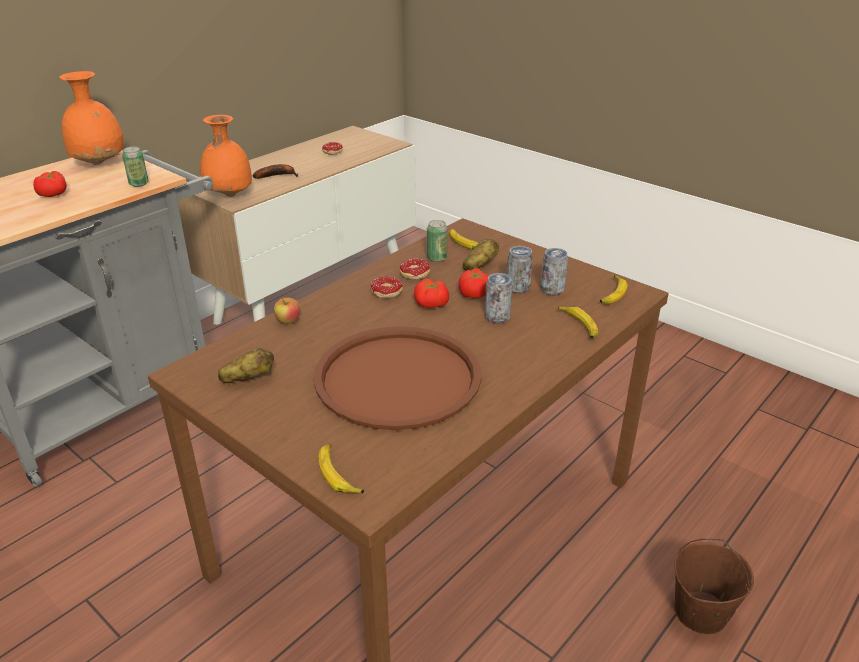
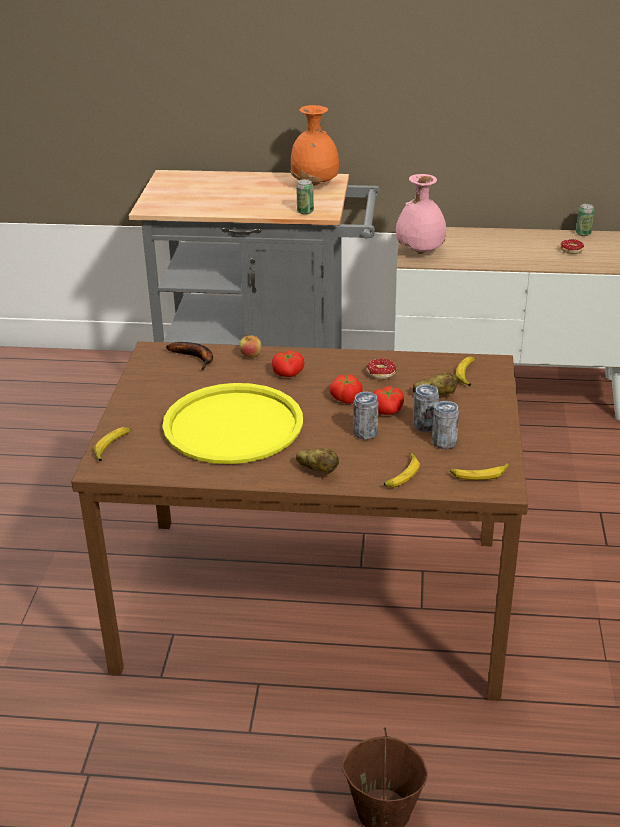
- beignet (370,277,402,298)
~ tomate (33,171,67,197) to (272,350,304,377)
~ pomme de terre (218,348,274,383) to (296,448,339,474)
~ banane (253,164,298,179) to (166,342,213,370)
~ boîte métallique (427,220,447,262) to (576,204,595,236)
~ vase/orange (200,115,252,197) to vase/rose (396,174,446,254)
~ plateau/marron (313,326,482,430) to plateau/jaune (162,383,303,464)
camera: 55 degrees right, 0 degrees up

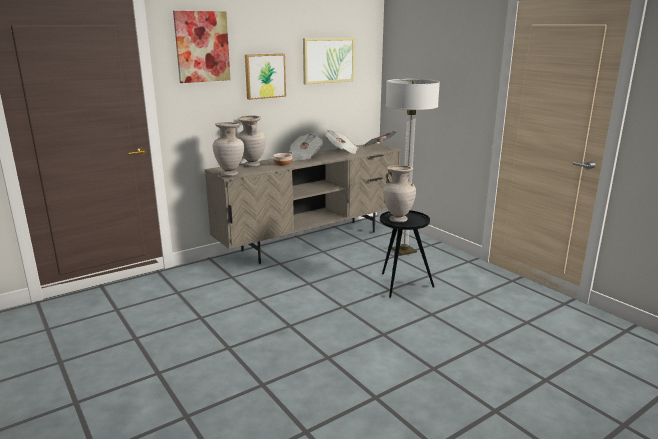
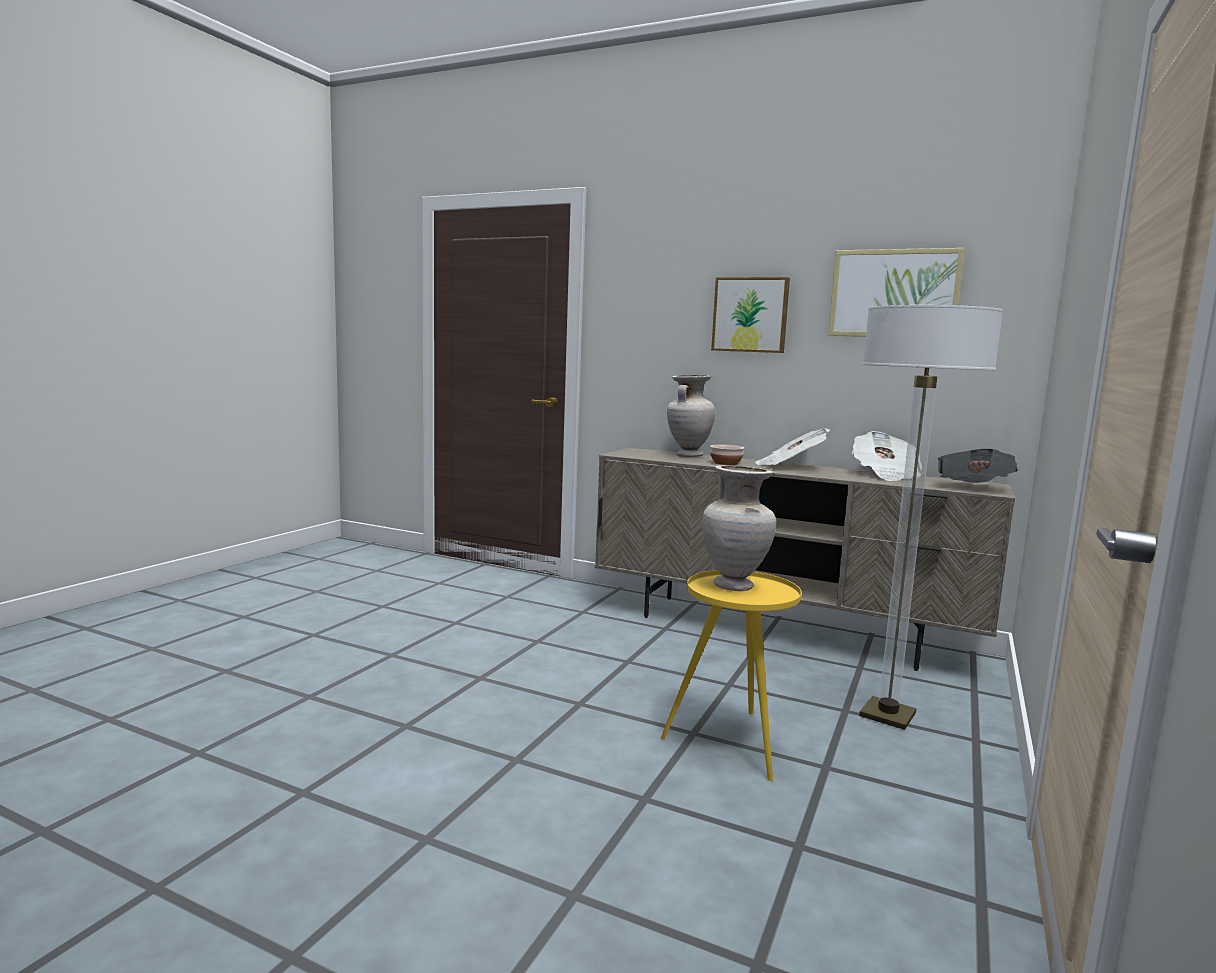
- tableau (173,11,231,83)
- vase/beige (213,122,244,176)
~ table d'appoint/noir (380,210,435,298) to table d'appoint/jaune (661,570,802,781)
camera: 60 degrees right, 10 degrees down

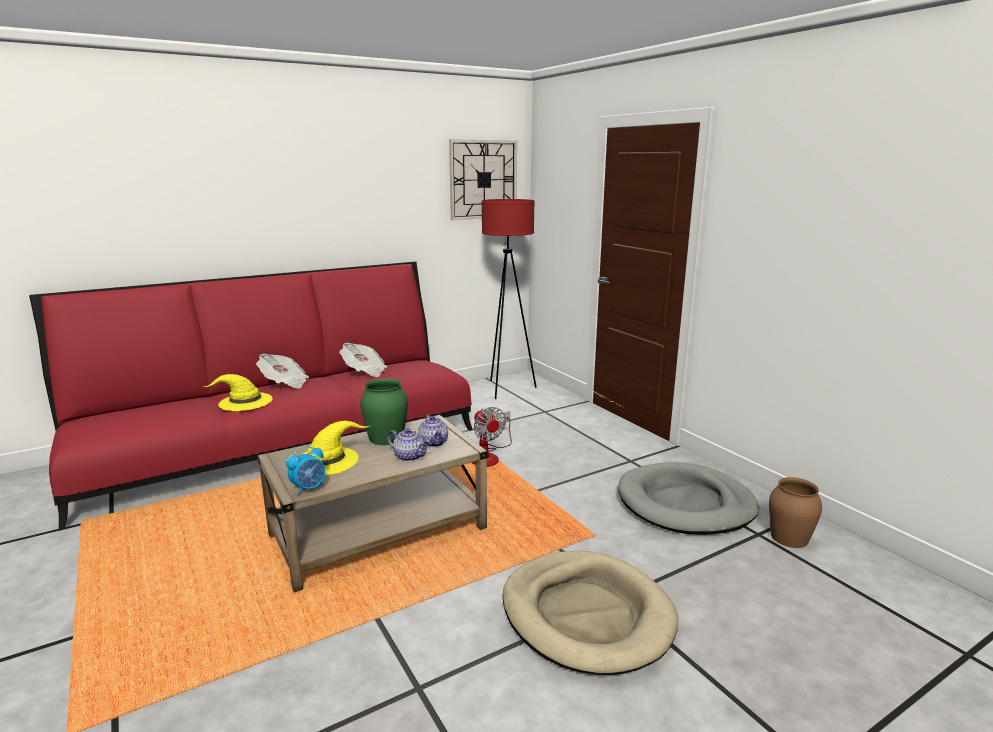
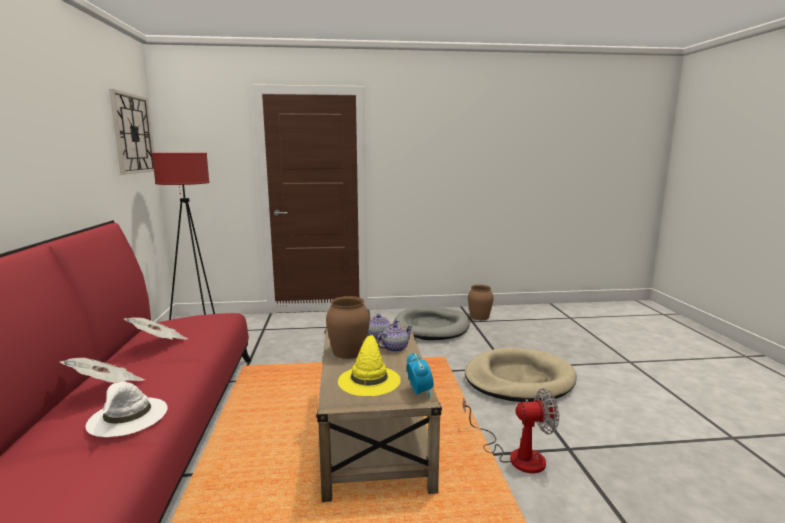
~ ventilateur (473,407,512,467) to (463,388,559,473)
~ chapeau/jaune (203,374,273,411) to chapeau/blanc (85,382,168,437)
~ vase/vert (360,378,408,445) to vase/marron (326,296,370,359)
camera: 65 degrees left, 5 degrees down

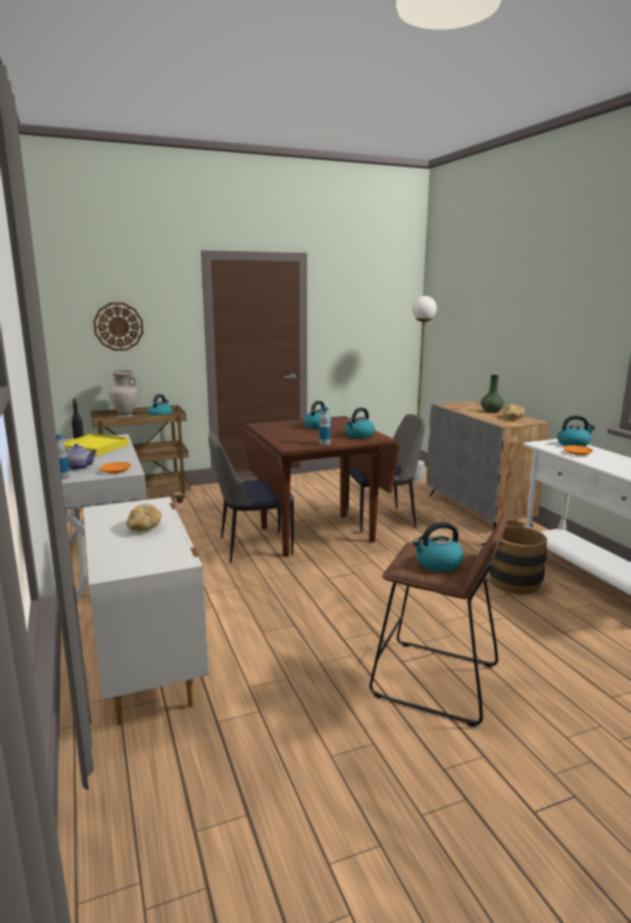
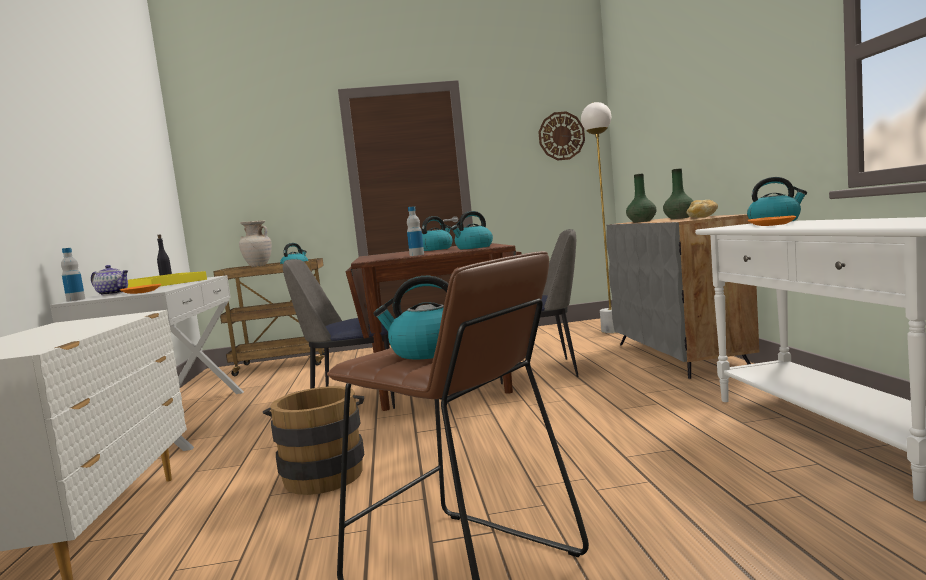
- pain (126,504,162,531)
+ vase/vert (626,174,657,223)
~ horloge murale (93,303,144,351) to (538,111,585,160)
~ seau/marron (481,526,547,594) to (263,386,364,495)
camera: 15 degrees right, 10 degrees down

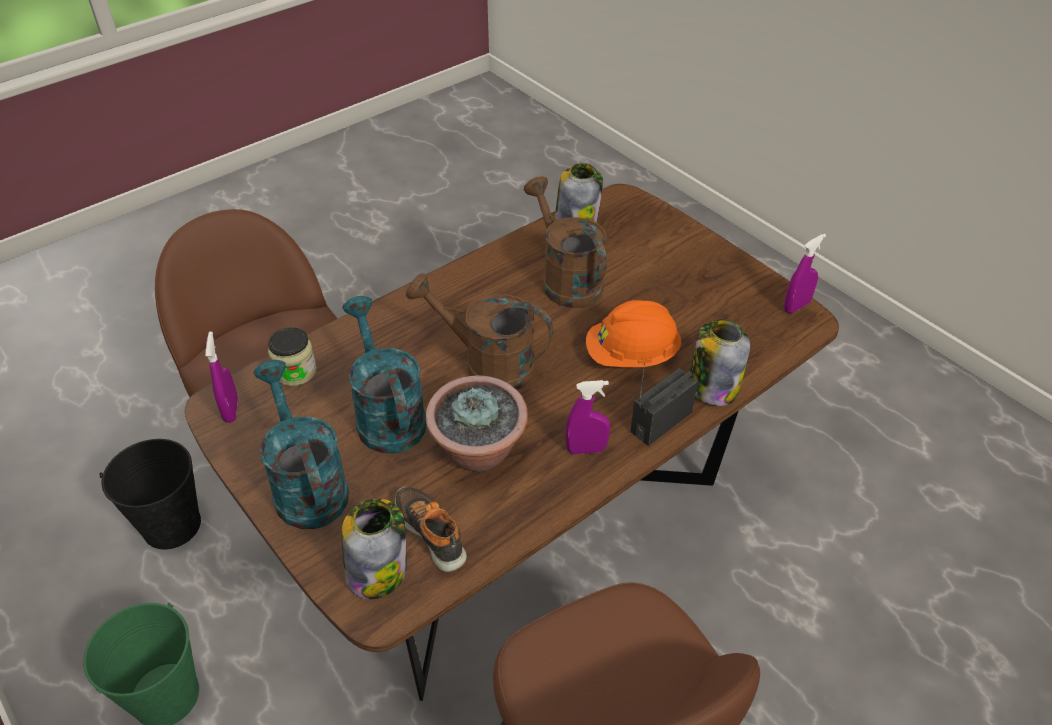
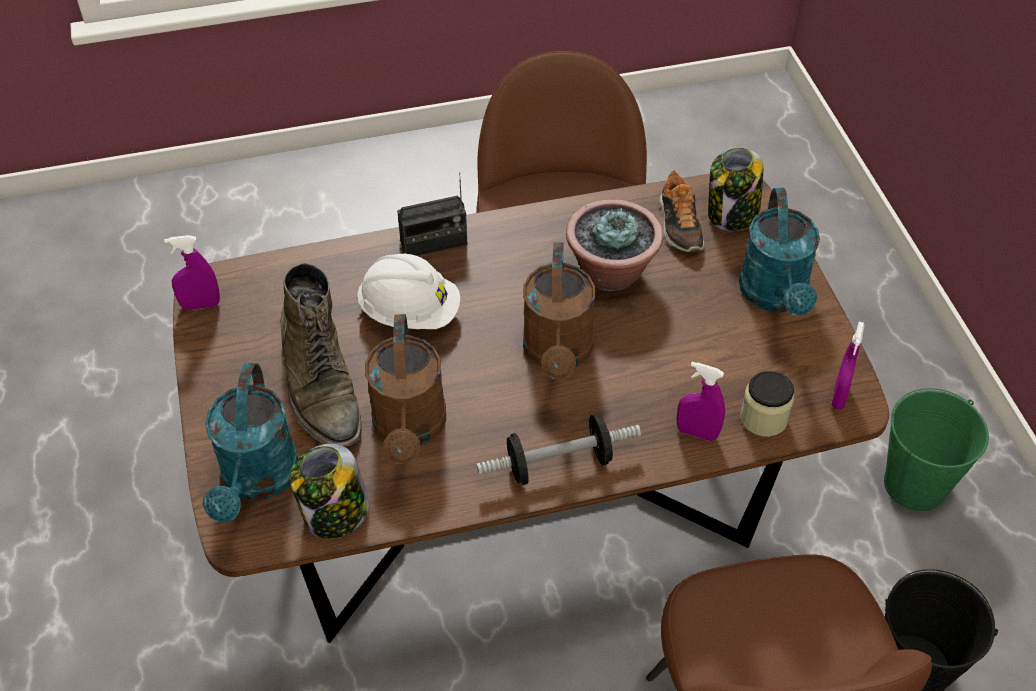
- bocal (690,319,750,406)
+ botte/vert (281,263,362,447)
+ haltère (476,414,641,485)
~ arrosoir/turquoise (342,296,426,454) to (203,363,298,522)
~ vaporisateur/violet (565,380,610,454) to (677,362,725,441)
~ casque de chantier/orange (586,300,682,367) to casque de chantier/blanc (357,254,460,329)
~ arrosoir/marron (406,274,553,390) = (523,242,595,380) 45 degrees clockwise
camera: 155 degrees left, 5 degrees up

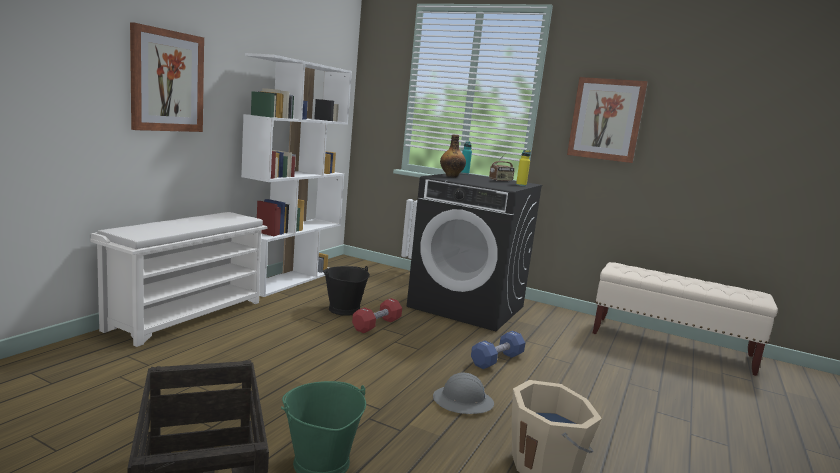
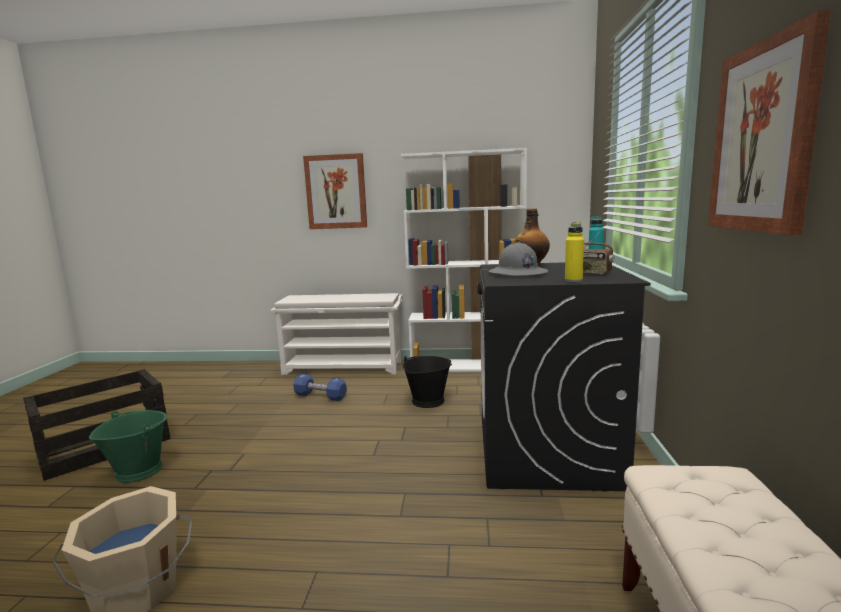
- haltère/rouge (352,298,402,333)
~ casque de chantier/gris (433,373,494,414) to (489,242,548,276)
~ haltère/bleu (471,331,525,369) to (293,374,347,401)
camera: 70 degrees right, 0 degrees up

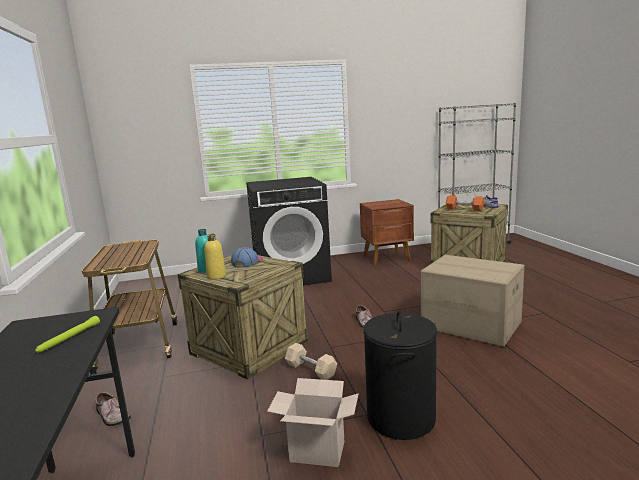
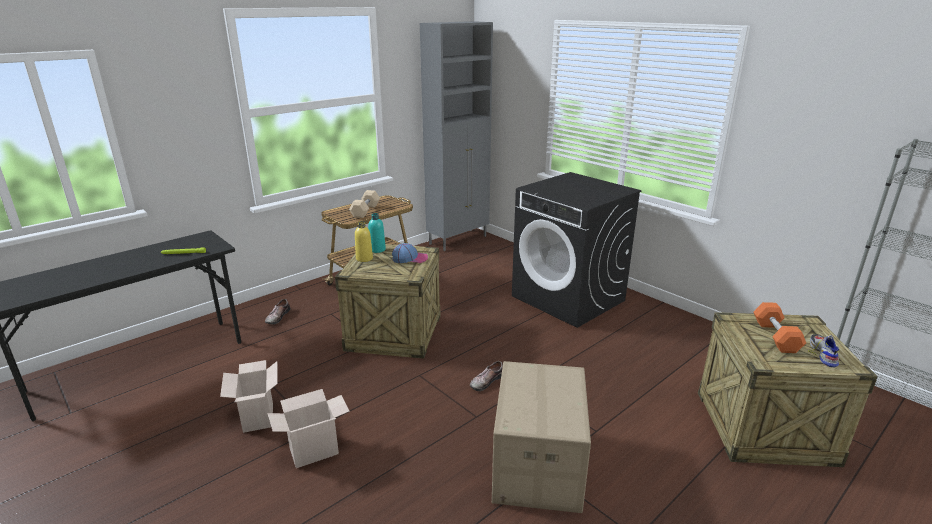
- table de chevet/marron (360,199,414,266)
+ meuble de rangement/gris (420,21,493,251)
~ haltère/beige (285,343,337,380) to (349,190,380,218)
~ panier à linge/noir (364,311,437,440) to carton (267,389,349,468)
camera: 60 degrees right, 10 degrees up

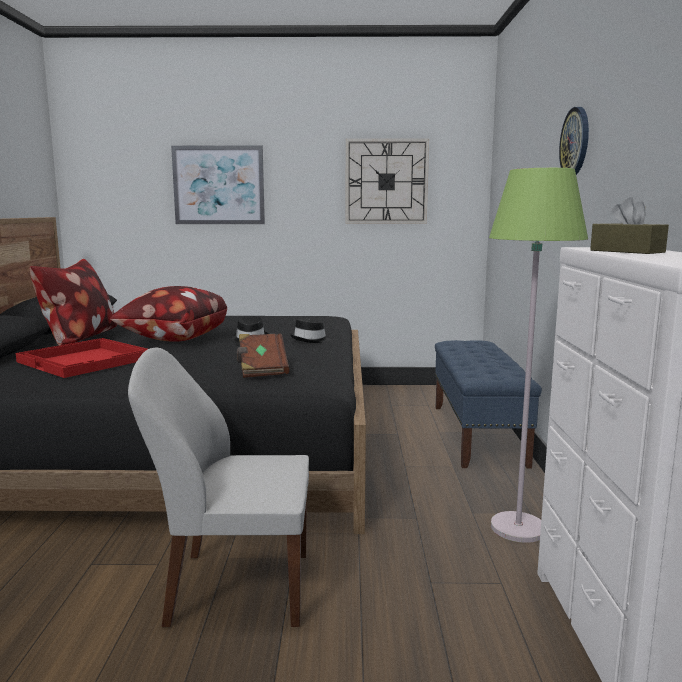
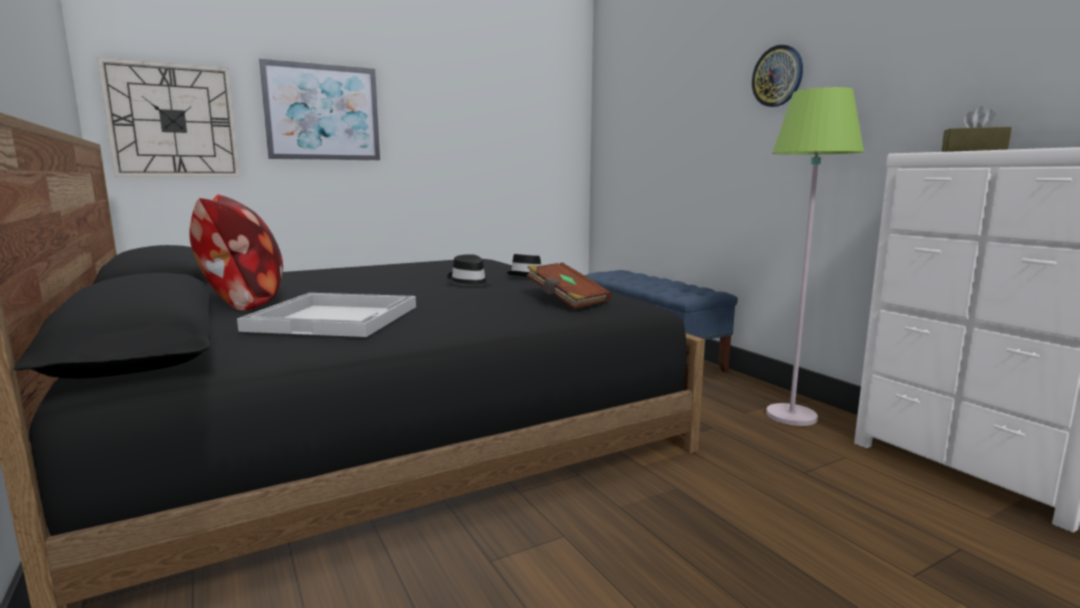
- coussin (110,286,227,342)
- chaise/blanc (128,348,309,627)
~ horloge murale (346,139,429,224) to (97,57,240,177)
~ plateau/rouge (16,338,148,378) to plateau/blanc (237,293,416,337)
camera: 30 degrees left, 0 degrees up

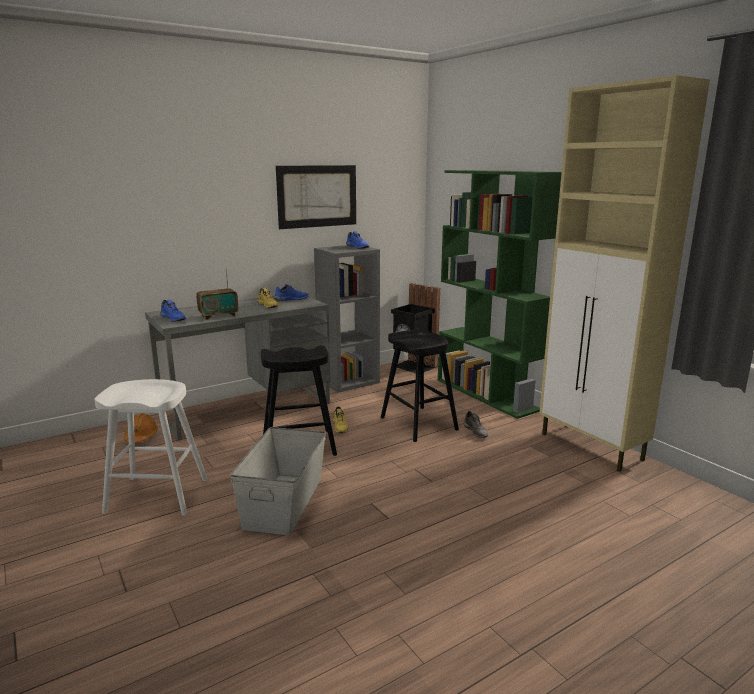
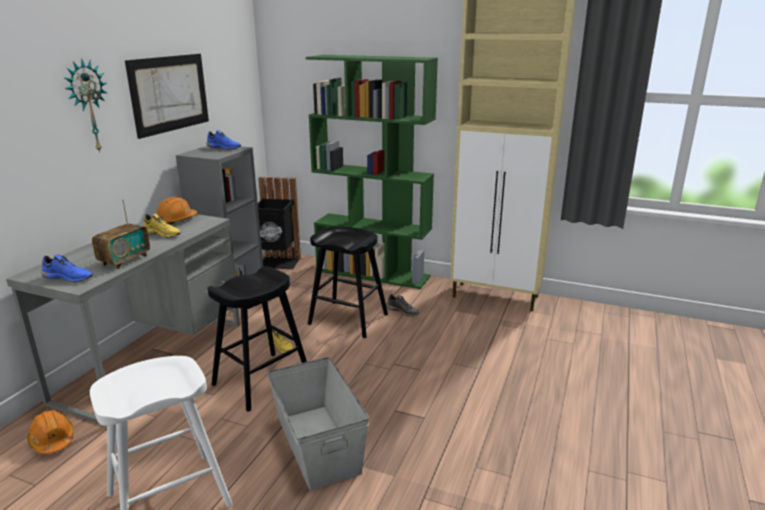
+ horloge murale (65,58,107,153)
~ chaussure/bleu (274,284,309,301) to casque de chantier/orange (157,197,197,225)
camera: 35 degrees left, 5 degrees up

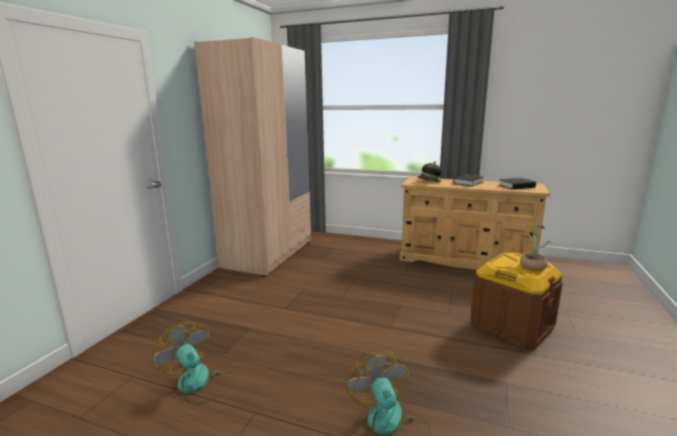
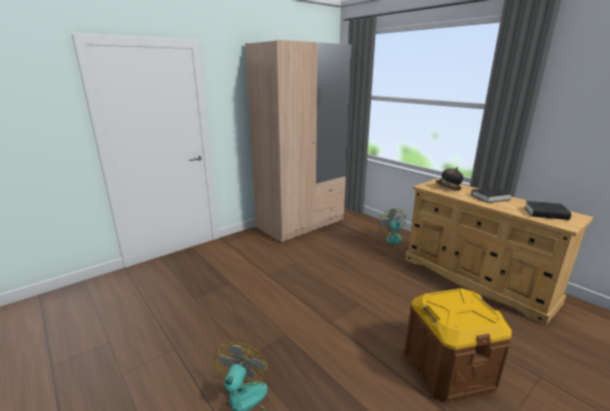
- plante en pot (520,222,553,271)
~ ventilateur (152,322,234,405) to (378,209,409,250)
camera: 30 degrees right, 5 degrees up

